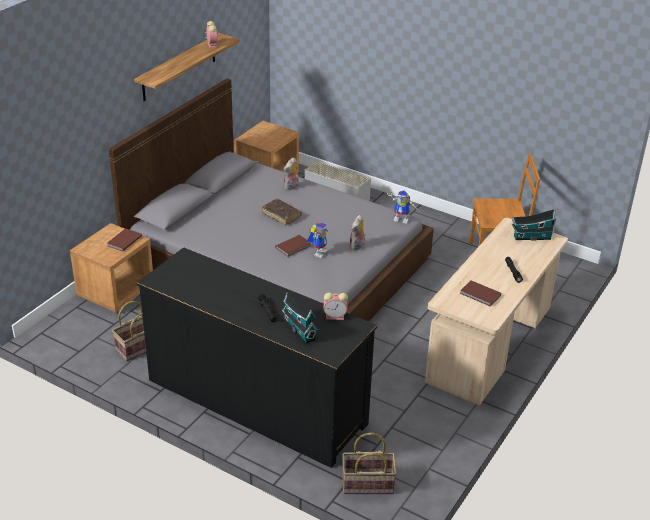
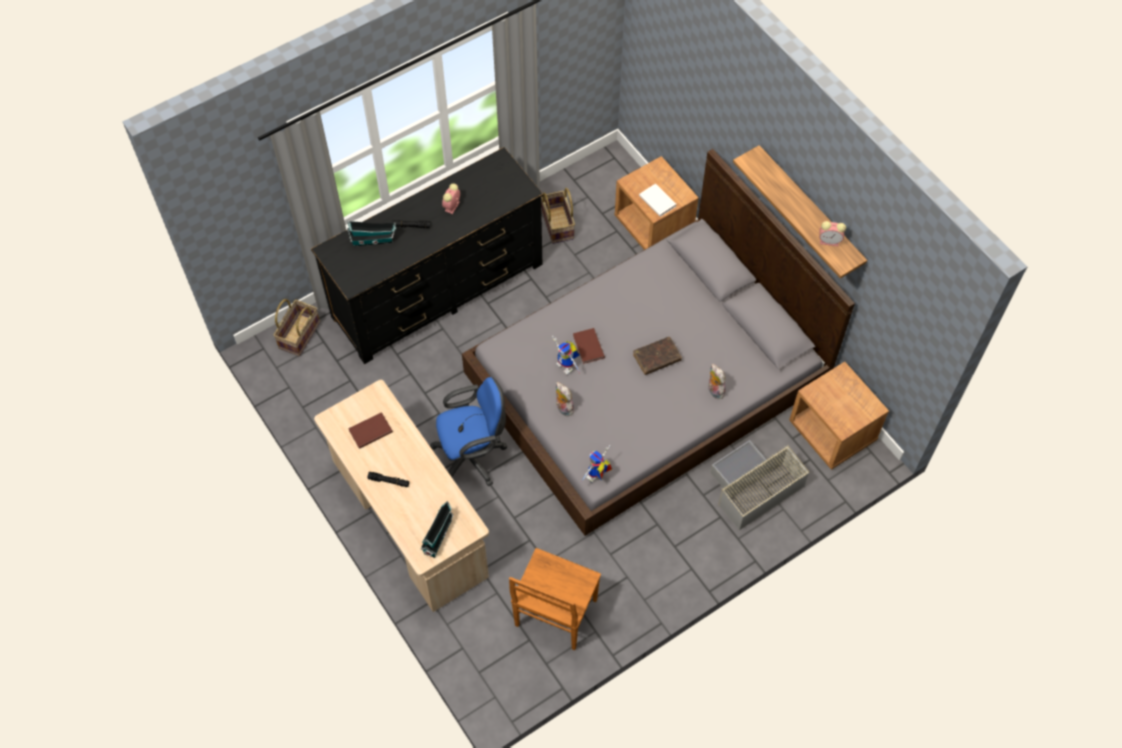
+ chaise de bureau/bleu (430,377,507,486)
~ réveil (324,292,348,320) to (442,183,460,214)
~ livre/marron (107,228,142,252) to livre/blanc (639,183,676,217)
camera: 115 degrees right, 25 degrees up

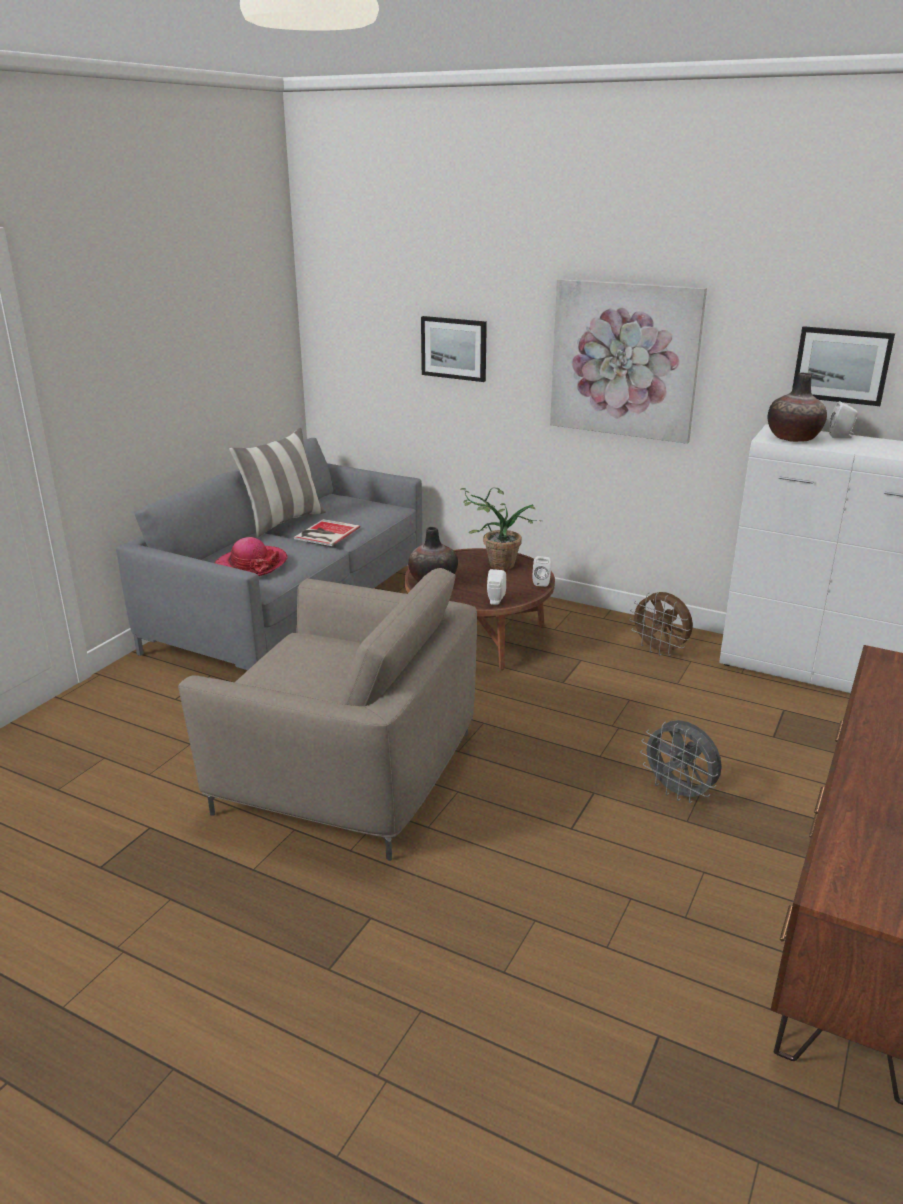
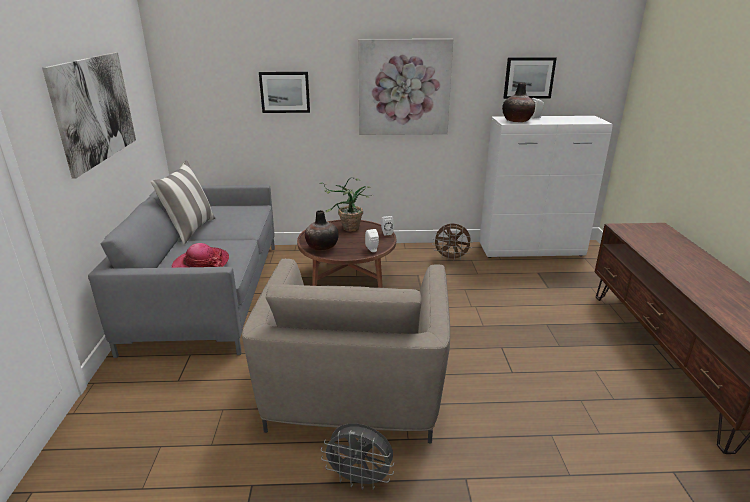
- livre (294,519,360,546)
+ tableau (42,52,136,179)
~ ventilateur/gris (640,720,722,803) to (321,423,394,490)
~ fauteuil/beige (178,568,477,861) = (242,259,450,444) 105 degrees clockwise
camera: 30 degrees left, 0 degrees up

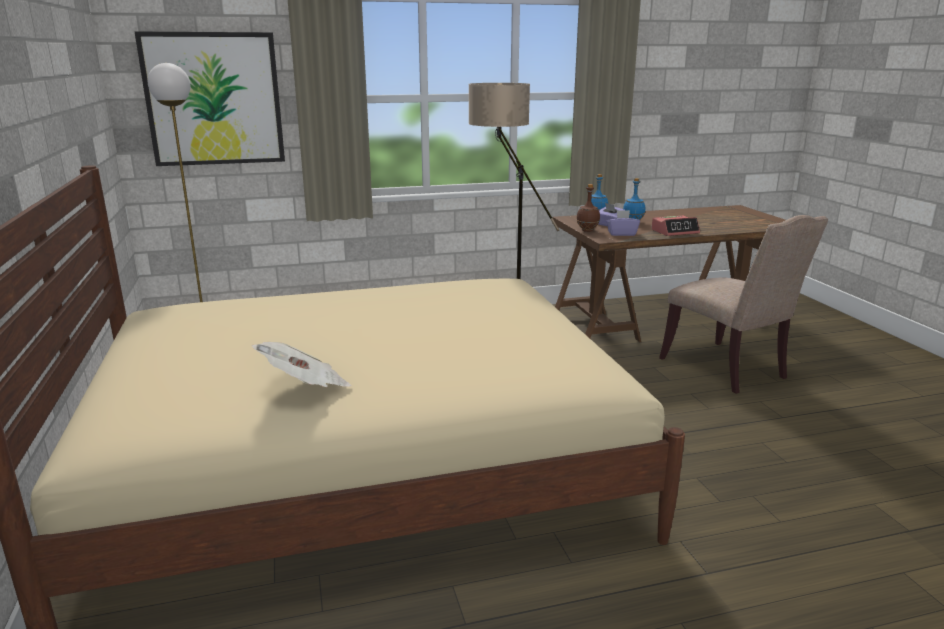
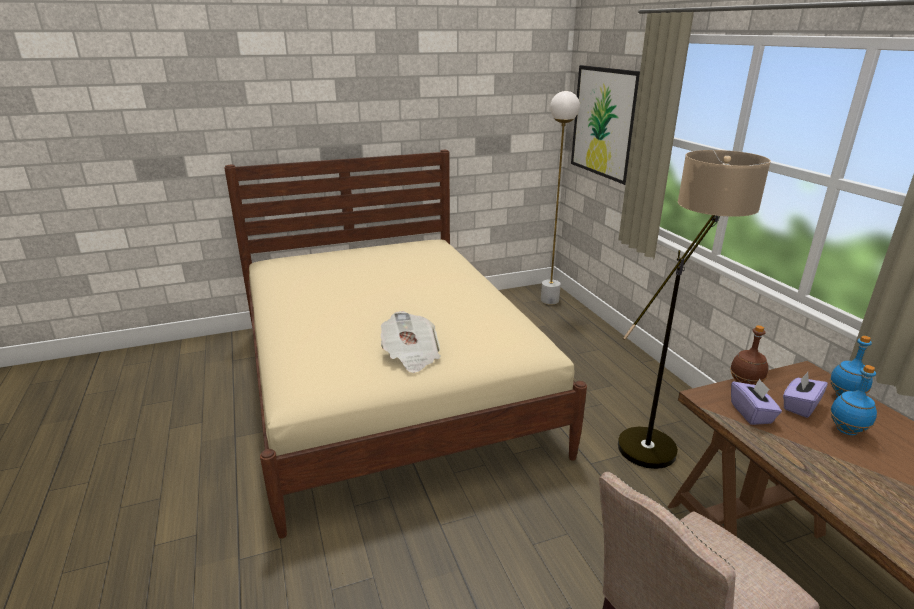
- réveil (651,216,700,236)
~ journal (252,342,352,387) to (381,311,441,373)
camera: 85 degrees right, 5 degrees up

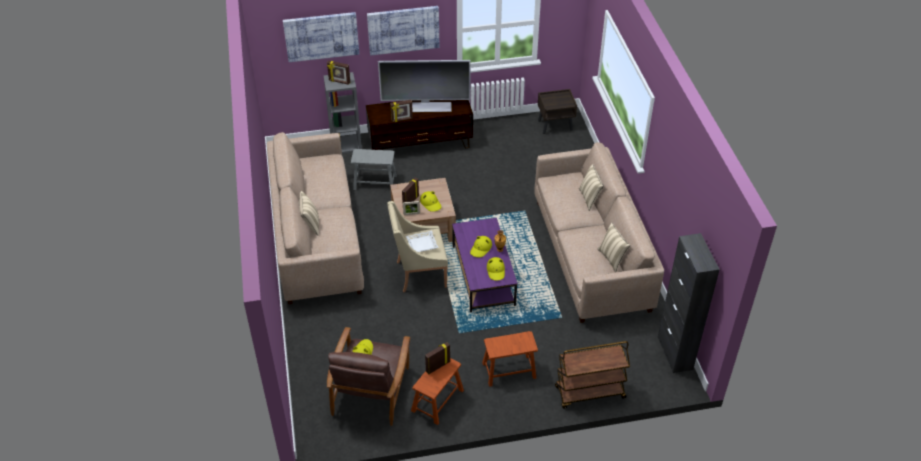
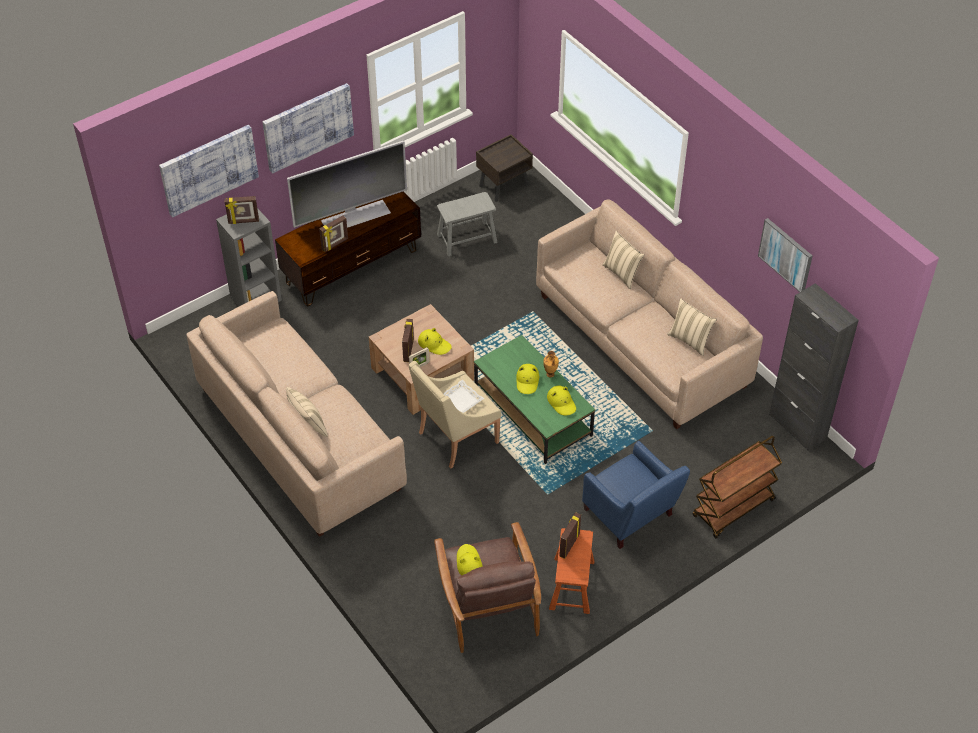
+ tableau (758,218,813,292)
~ tabouret/gris (351,149,397,190) to (437,192,497,256)
~ tabouret/marron (482,331,538,387) to fauteuil/bleu (582,441,690,549)
~ table basse/violet (452,218,517,313) to table basse/vert (474,335,595,464)
camera: 25 degrees left, 5 degrees up

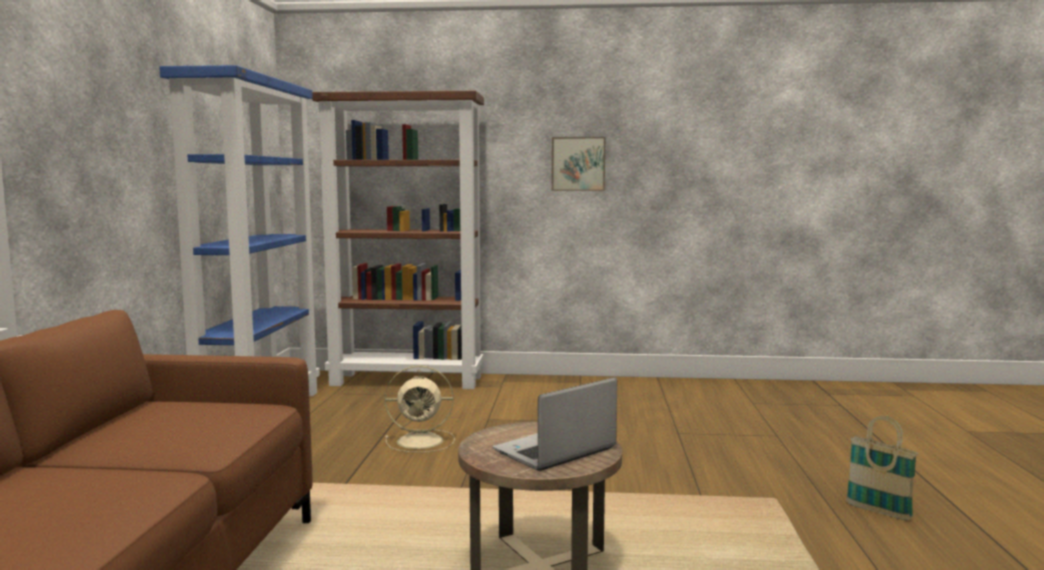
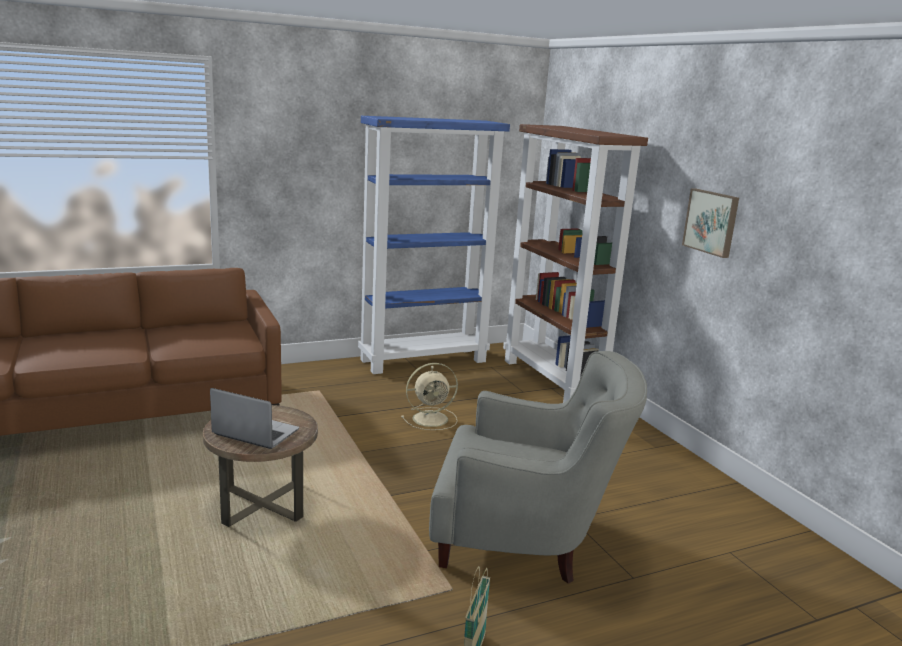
+ fauteuil/gris (429,351,647,584)
~ ventilateur/beige (385,365,455,452) = (401,363,458,430) 75 degrees counterclockwise
camera: 60 degrees right, 10 degrees up

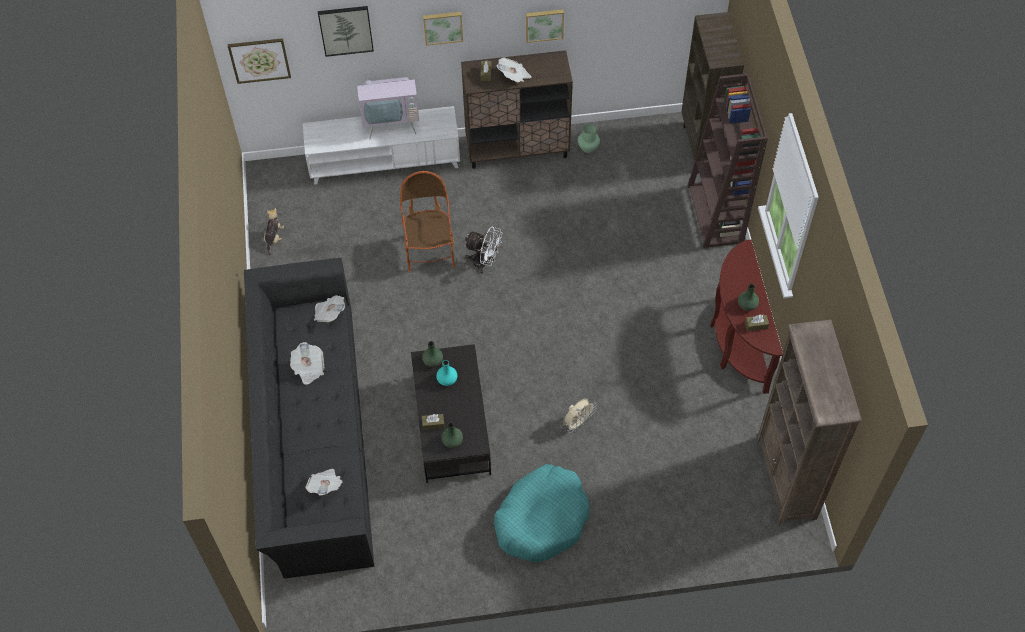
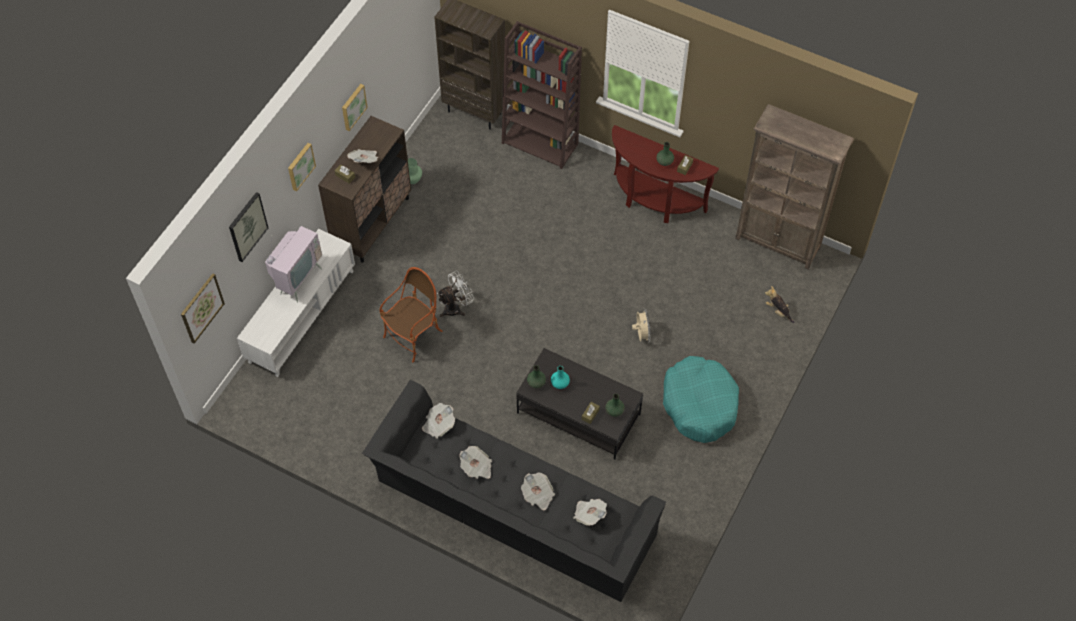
+ journal (521,473,555,510)
~ peluche (264,208,284,256) to (765,286,795,323)
~ fauteuil (400,171,455,273) = (379,267,442,363) 105 degrees clockwise
camera: 55 degrees left, 0 degrees up

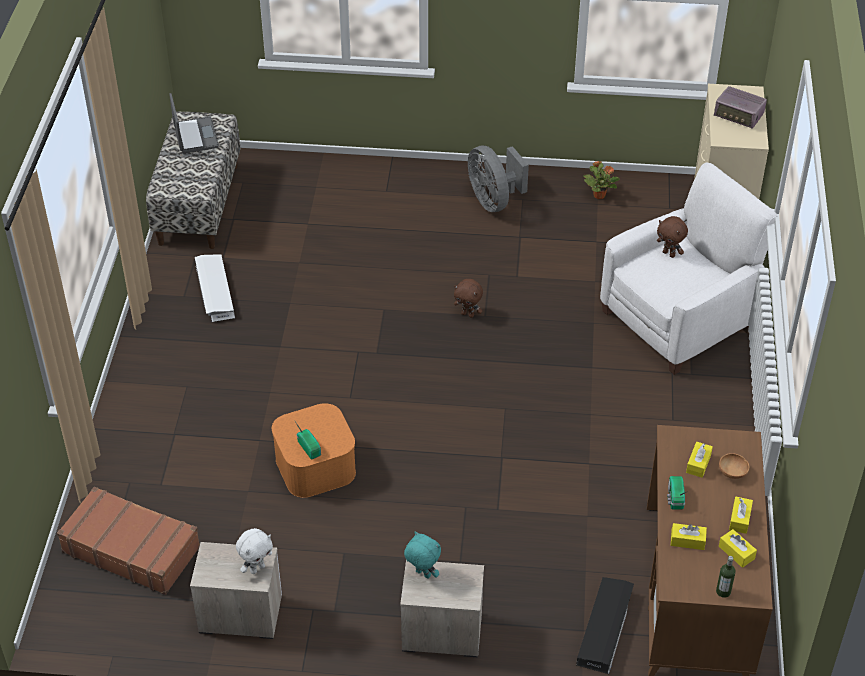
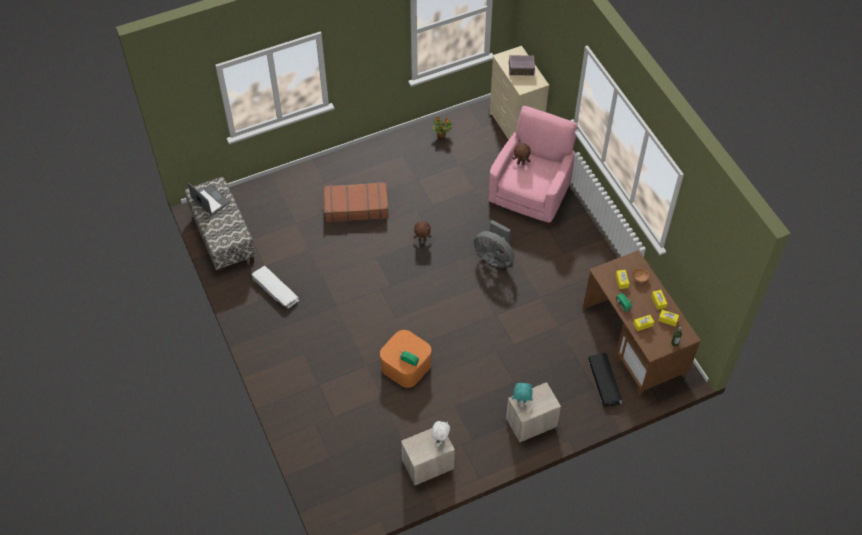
~ valise/marron (57,487,200,595) to (324,182,389,222)
~ ventilateur/gris (468,146,529,212) to (474,220,514,268)
~ fauteuil/blanc (600,162,777,375) to fauteuil/rose (488,106,578,227)
camera: 30 degrees left, 10 degrees up

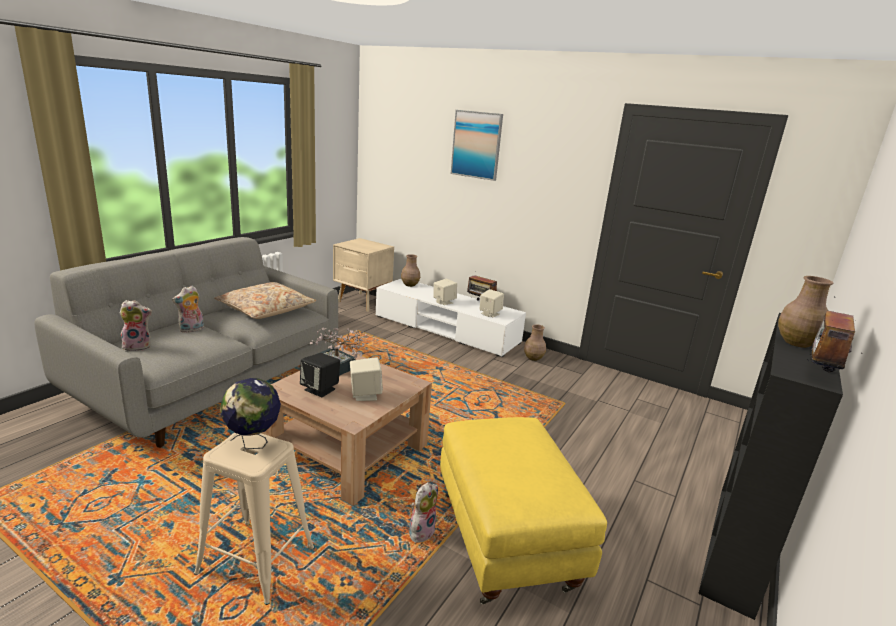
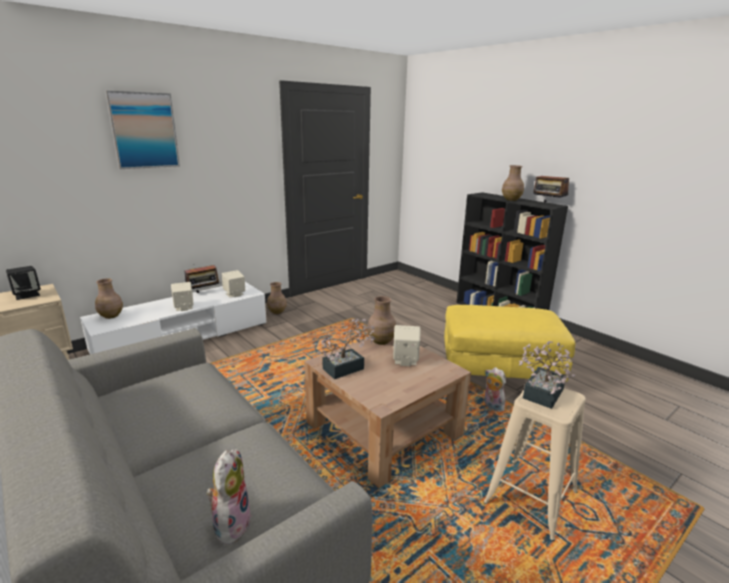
- peluche (172,286,204,333)
- coussin/beige (214,282,316,319)
+ vase/marron (367,296,396,345)
~ enceinte/noir (300,353,340,397) to (6,266,41,300)
~ globe (220,378,281,449) to plante en pot (518,341,575,409)
camera: 70 degrees left, 0 degrees up

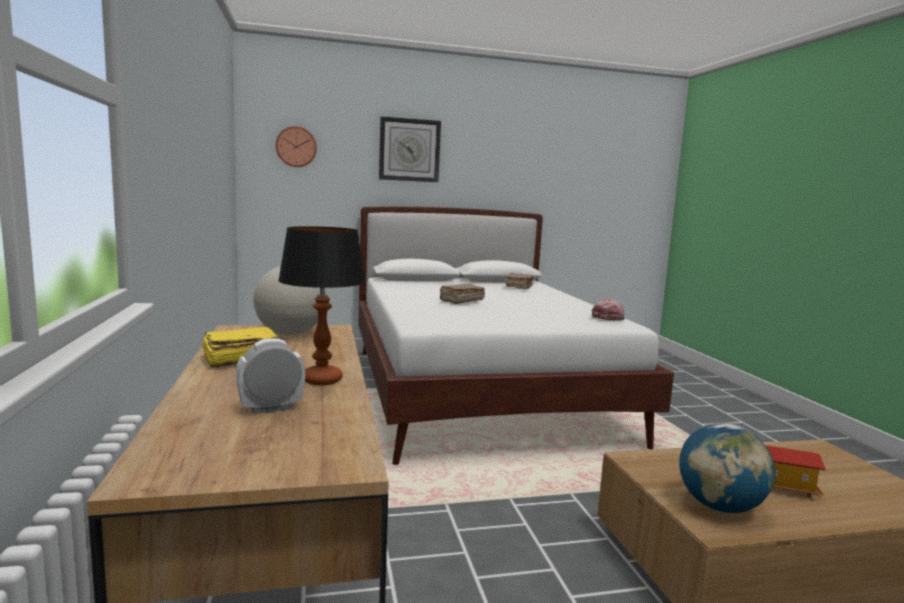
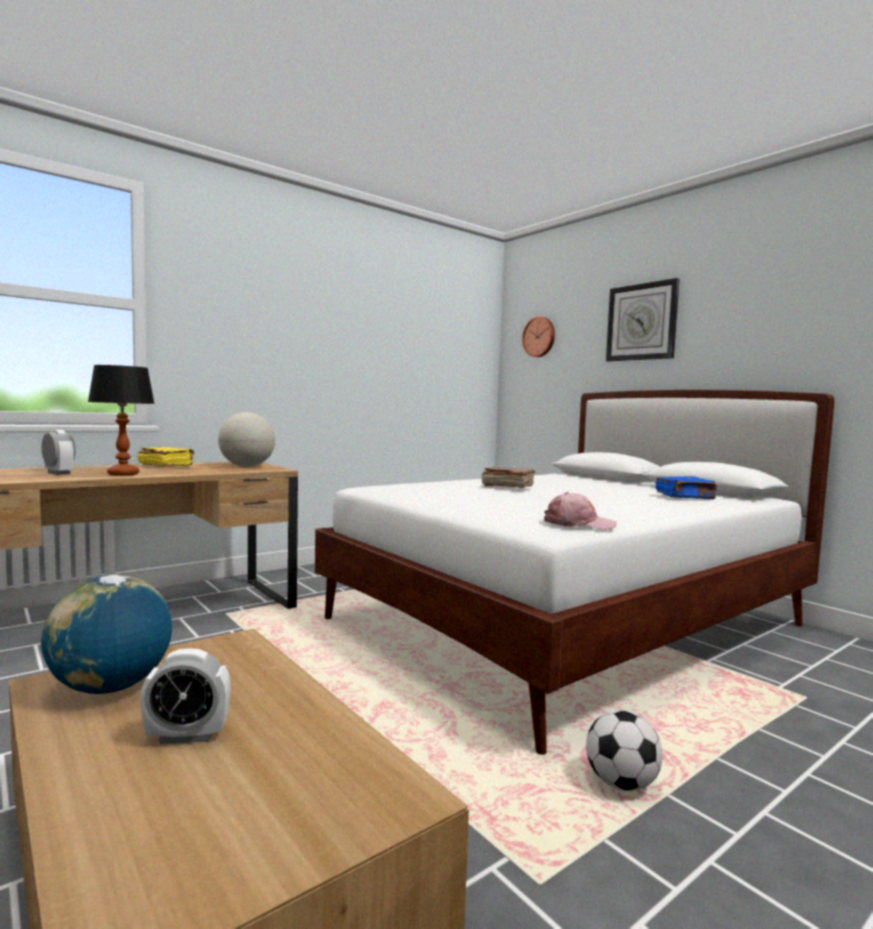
+ ballon de foot (586,710,663,791)
~ maison miniature (765,445,825,498) to réveil (140,649,231,744)
~ livre/marron (505,273,533,289) to livre/bleu (655,476,717,499)
camera: 65 degrees right, 5 degrees down

